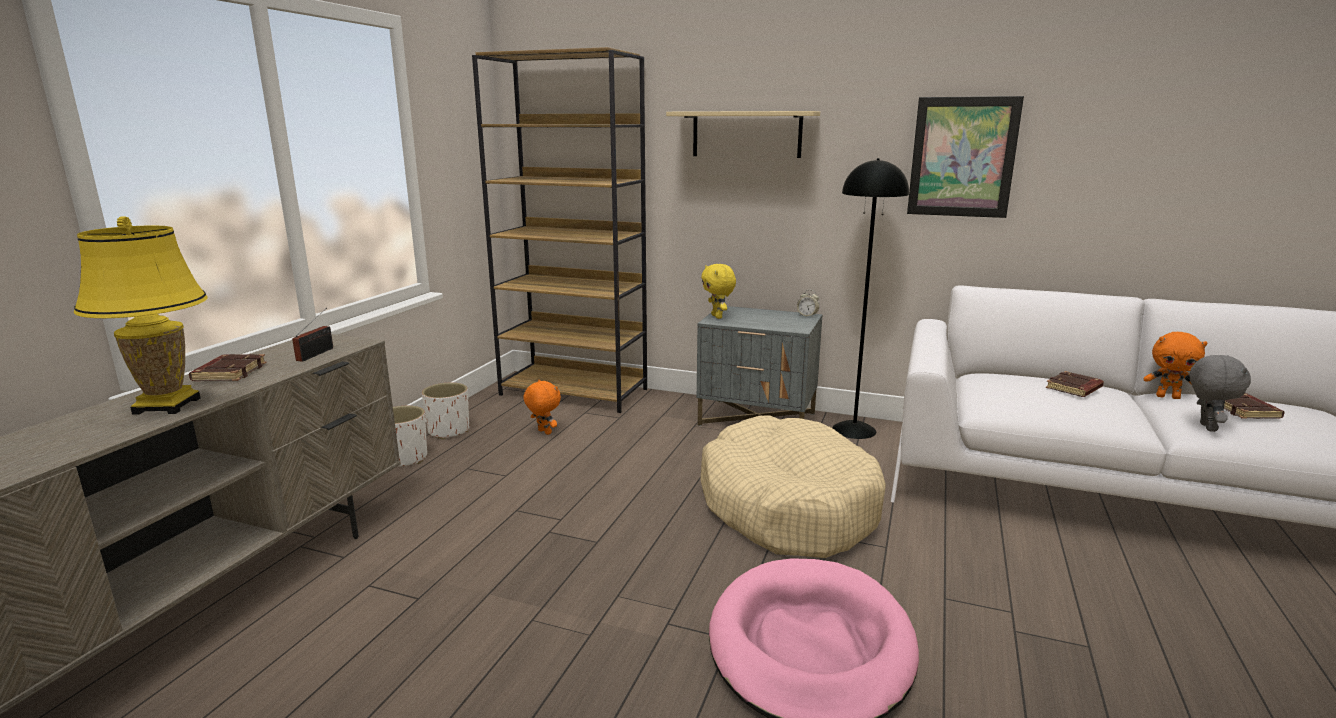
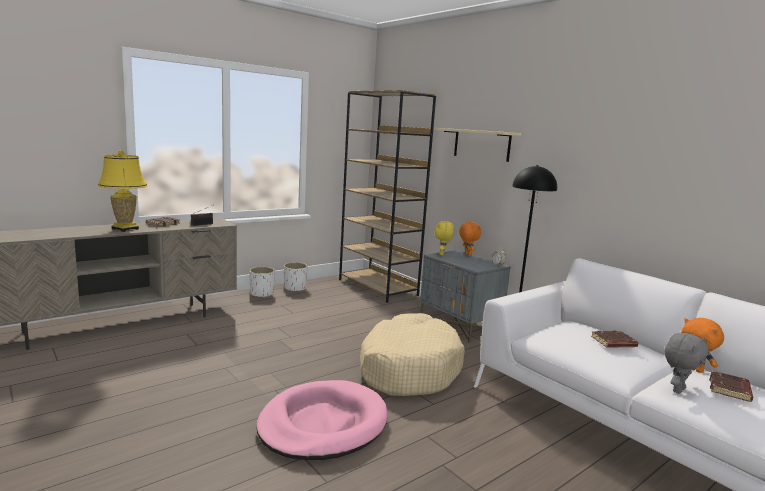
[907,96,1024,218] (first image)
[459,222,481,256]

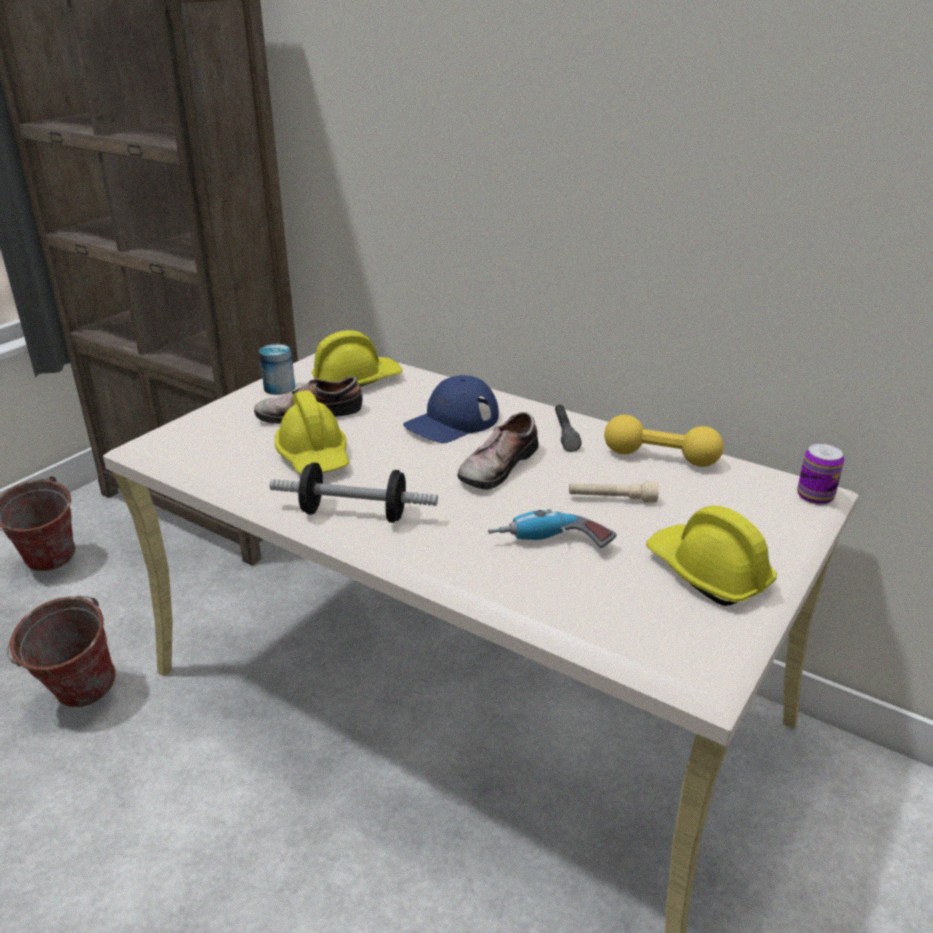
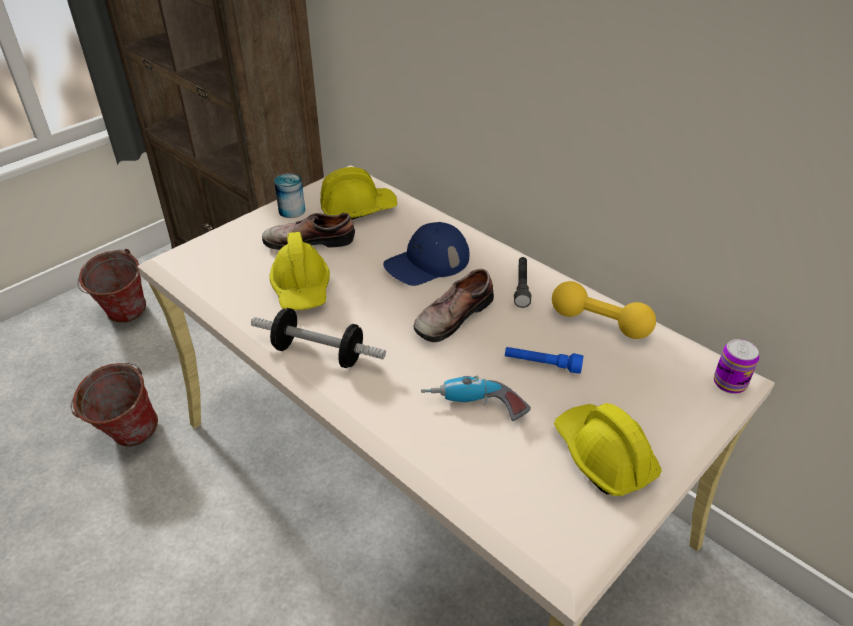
[505,347,583,374]

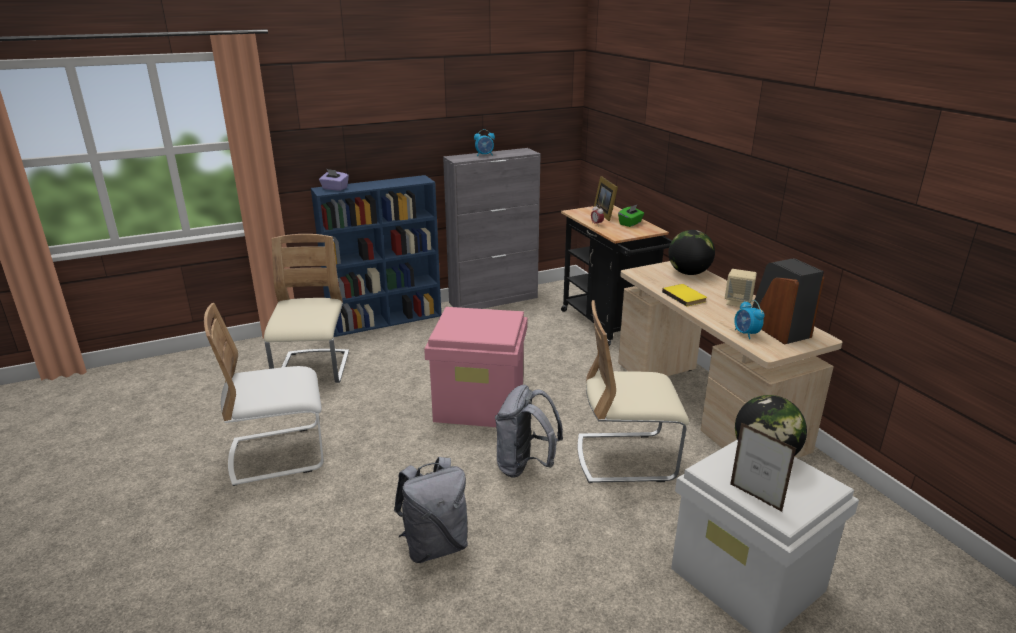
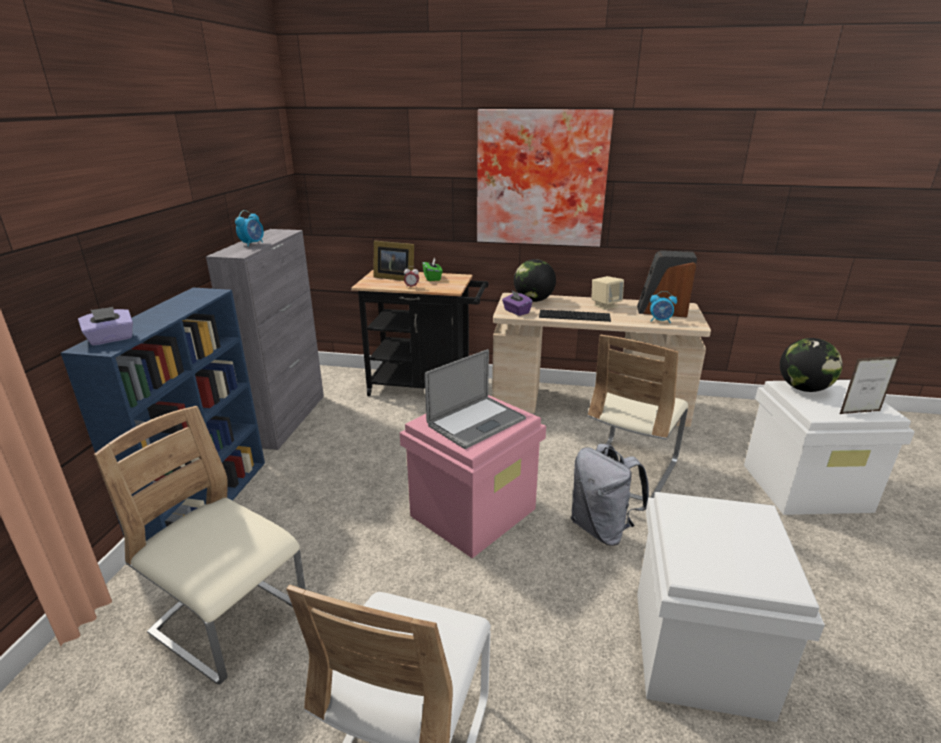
[425,349,526,449]
[477,109,614,247]
[502,291,533,316]
[637,492,825,722]
[539,310,611,322]

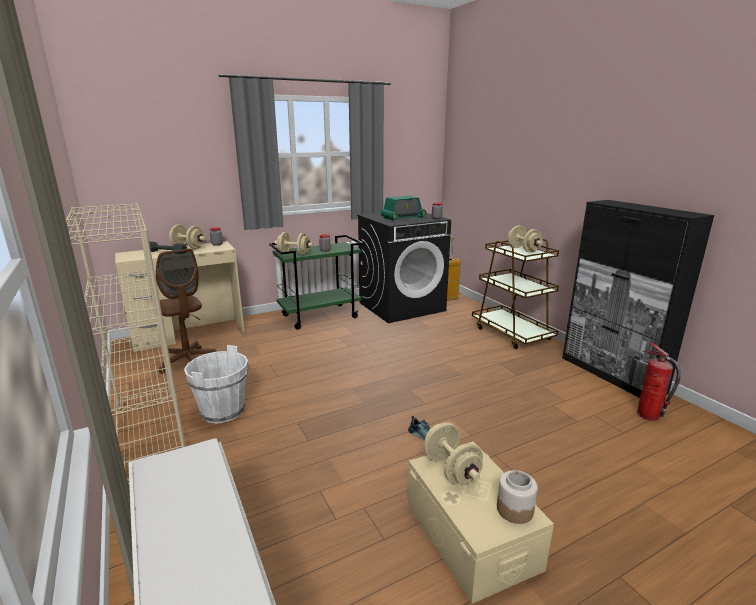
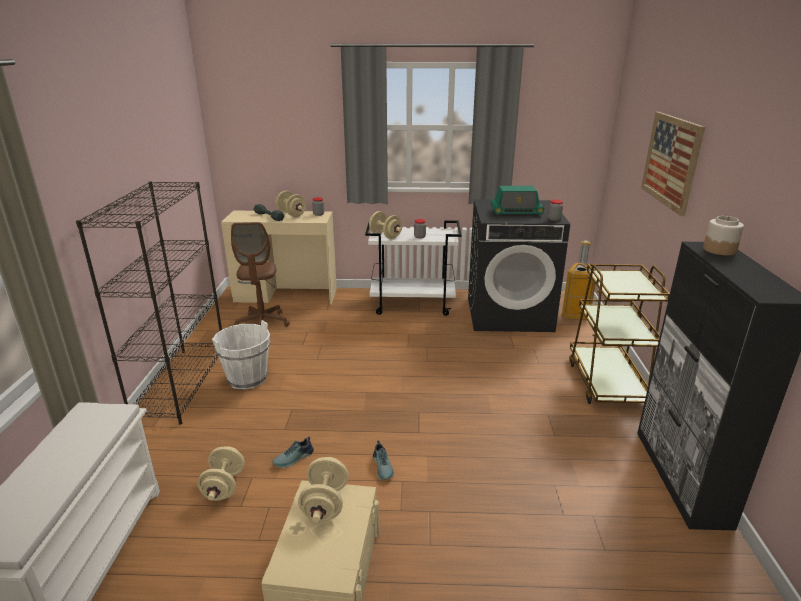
[637,343,681,421] (first image)
[273,436,314,468]
[641,112,705,216]
[703,216,744,255]
[197,446,245,501]
[76,181,222,425]
[365,220,461,316]

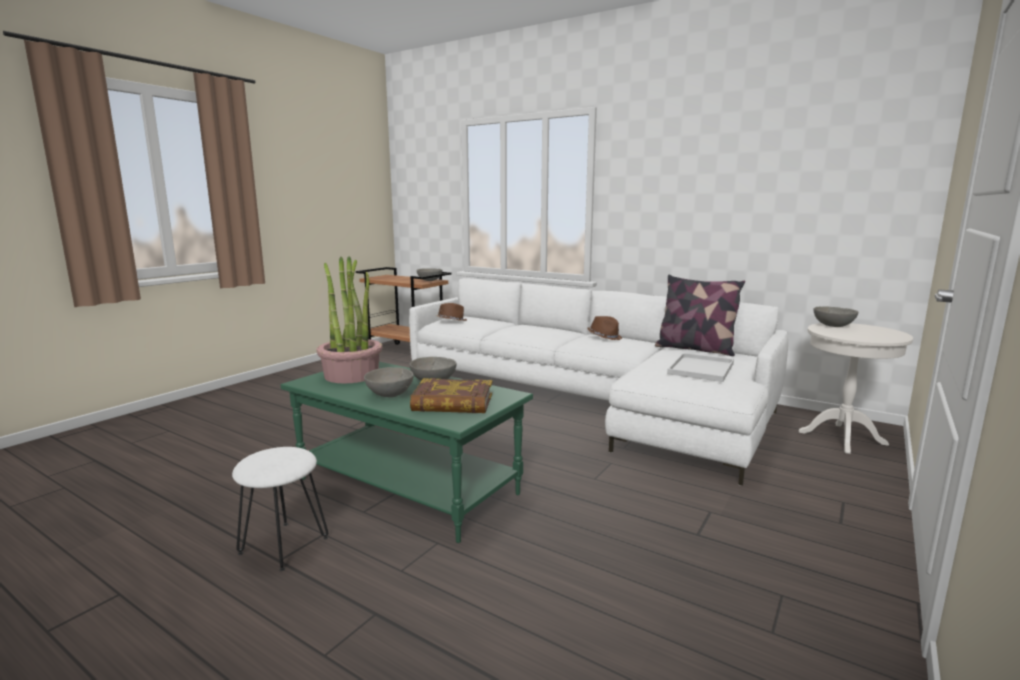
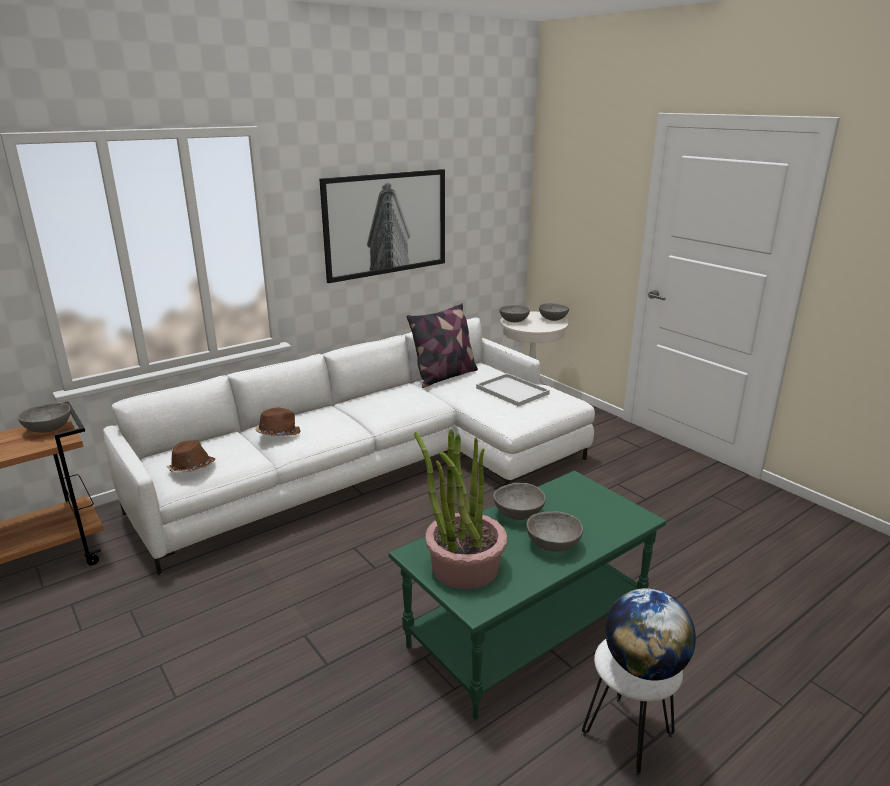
[410,378,492,413] (first image)
[319,169,445,283]
[539,303,569,321]
[605,588,696,681]
[255,408,301,436]

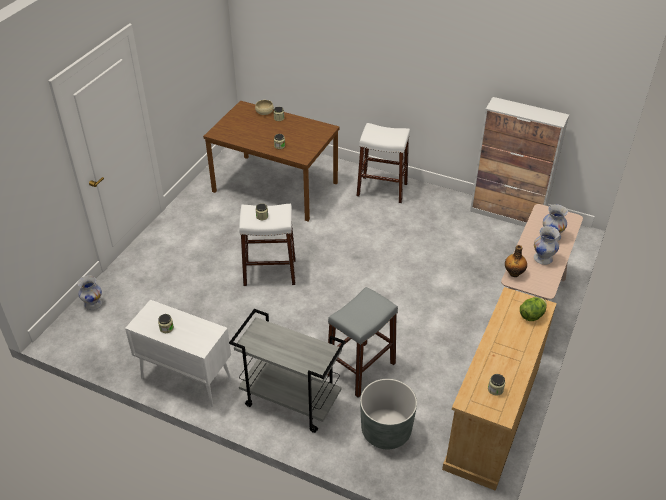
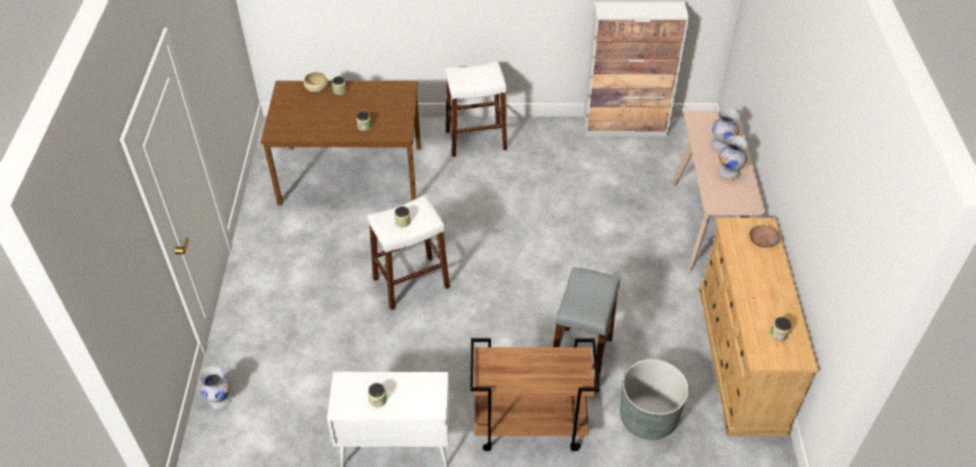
[505,245,527,277] (first image)
[749,225,780,248]
[470,338,600,451]

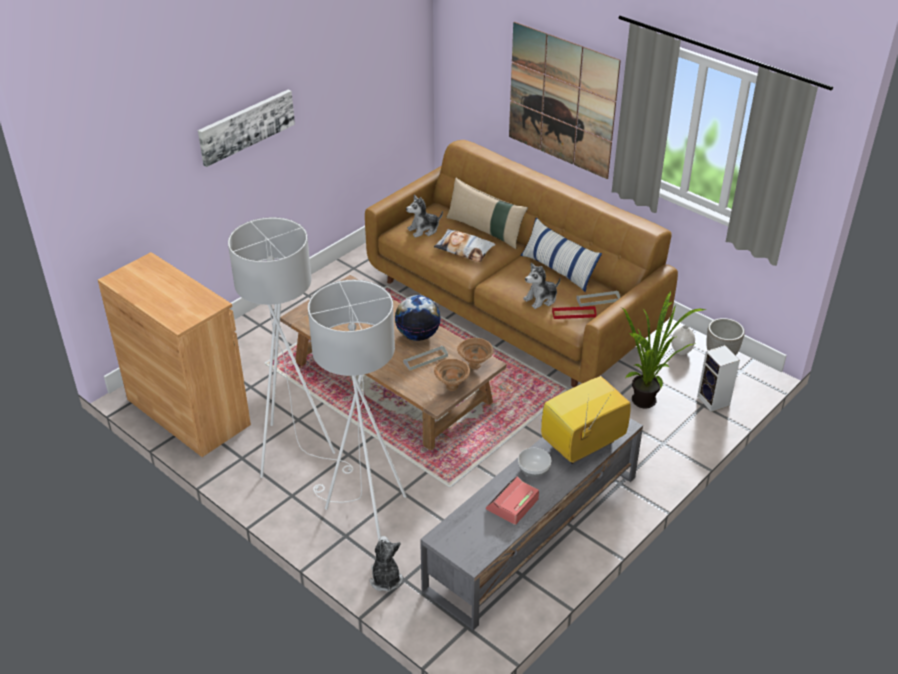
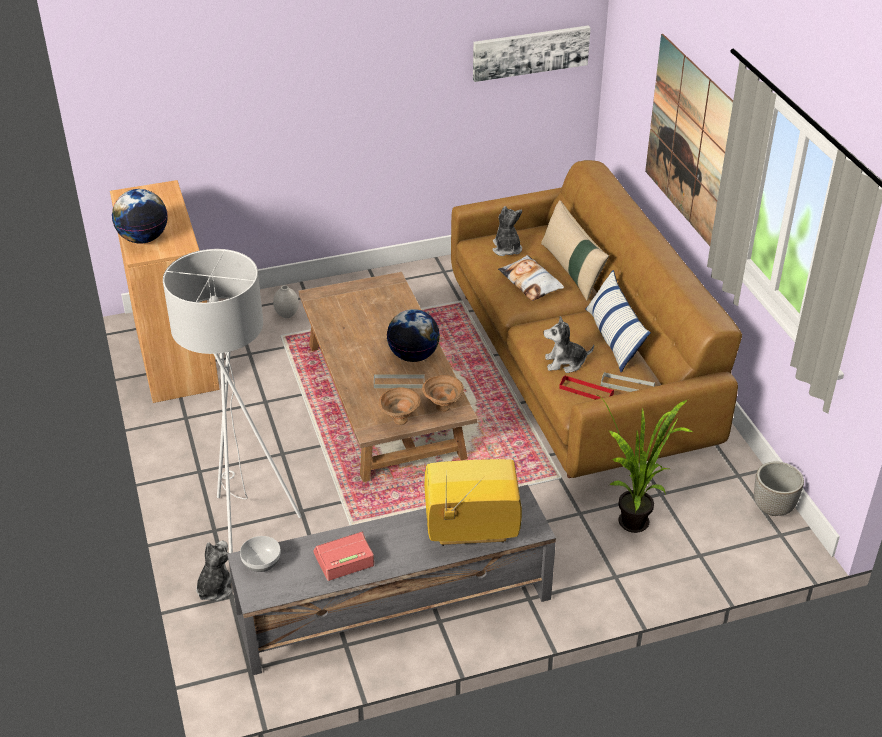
[228,217,353,478] (first image)
[697,345,740,412] (first image)
[112,189,168,244]
[473,25,591,82]
[240,536,280,572]
[273,285,299,318]
[492,206,522,256]

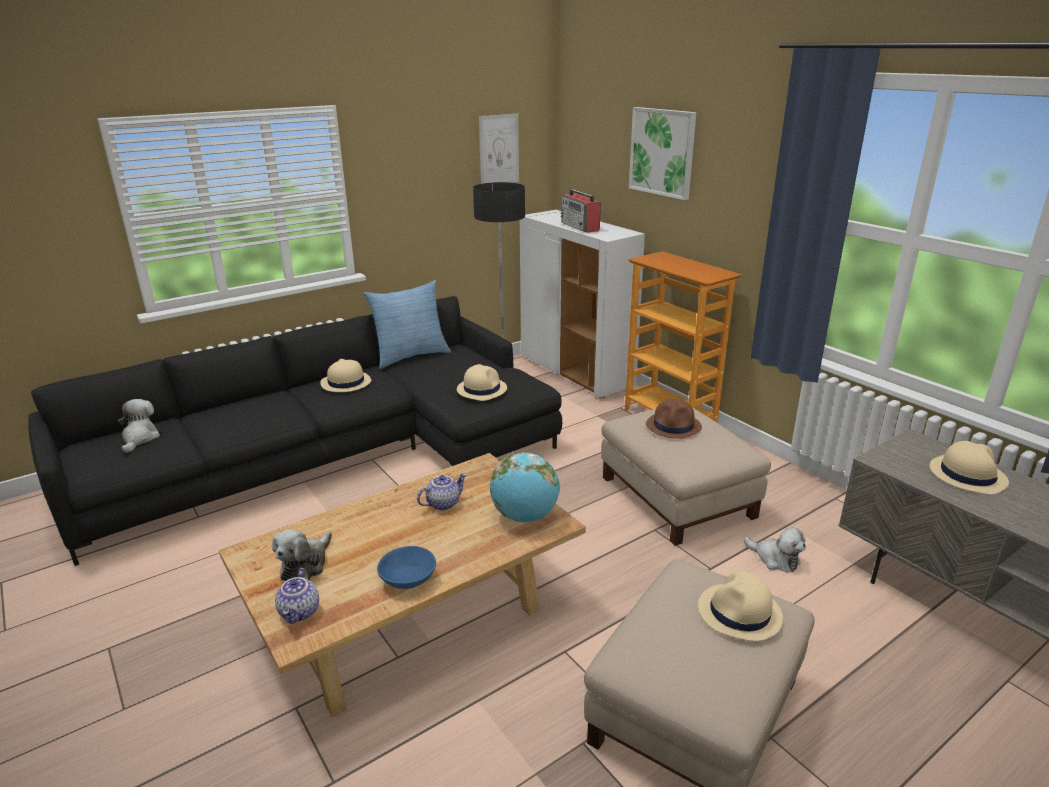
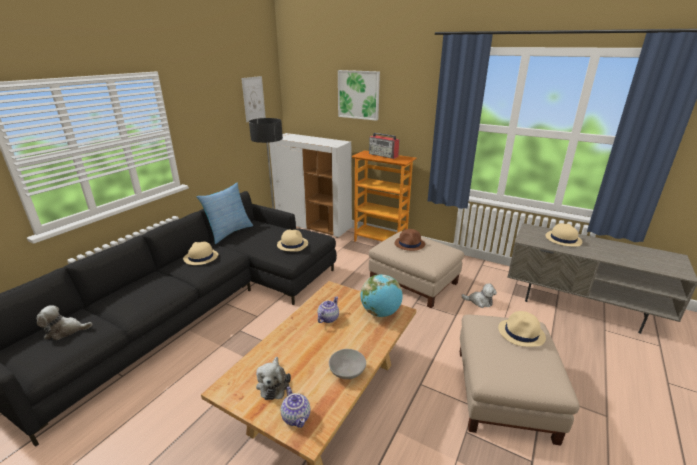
[369,133,399,159]
[329,349,366,379]
[36,305,92,340]

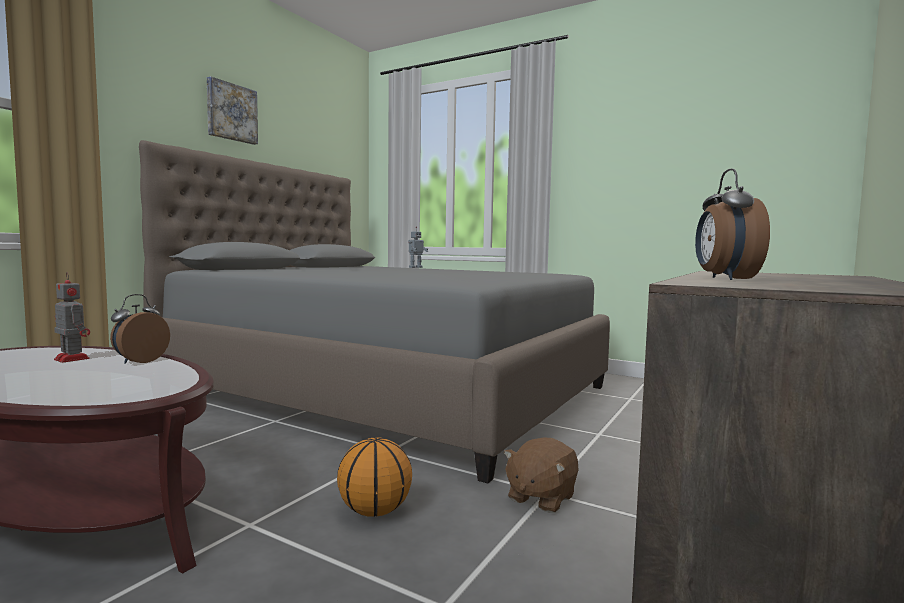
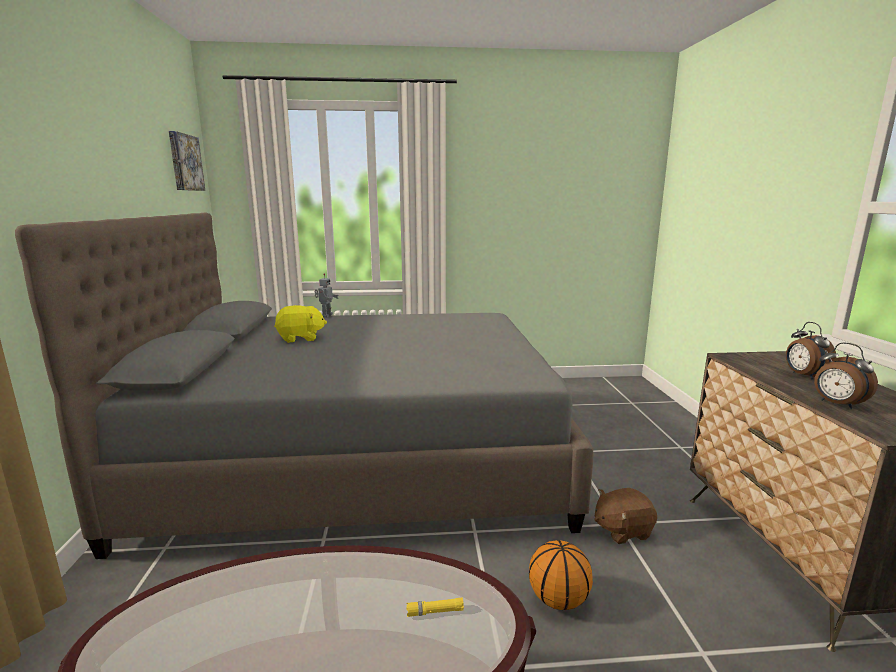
[54,272,90,363] (first image)
[274,305,327,343]
[406,598,464,617]
[786,322,837,380]
[169,131,205,191]
[594,488,657,544]

